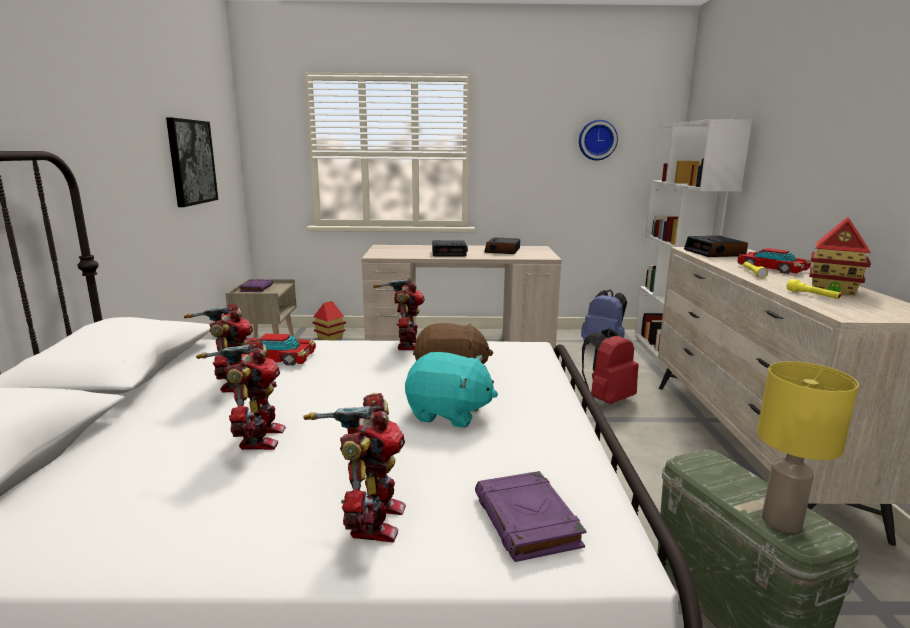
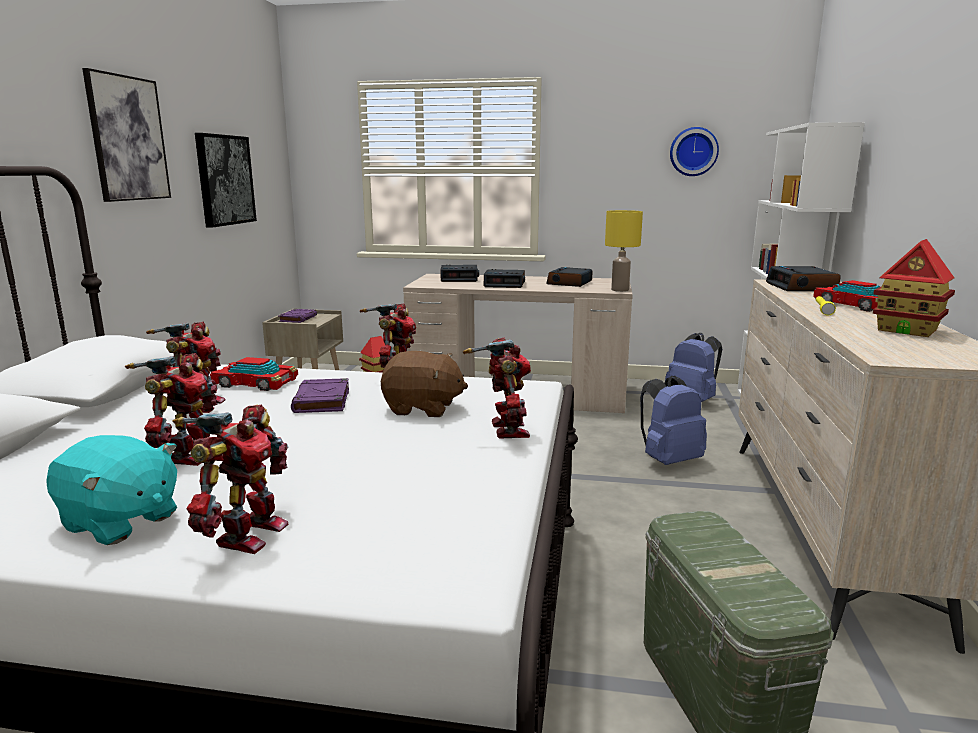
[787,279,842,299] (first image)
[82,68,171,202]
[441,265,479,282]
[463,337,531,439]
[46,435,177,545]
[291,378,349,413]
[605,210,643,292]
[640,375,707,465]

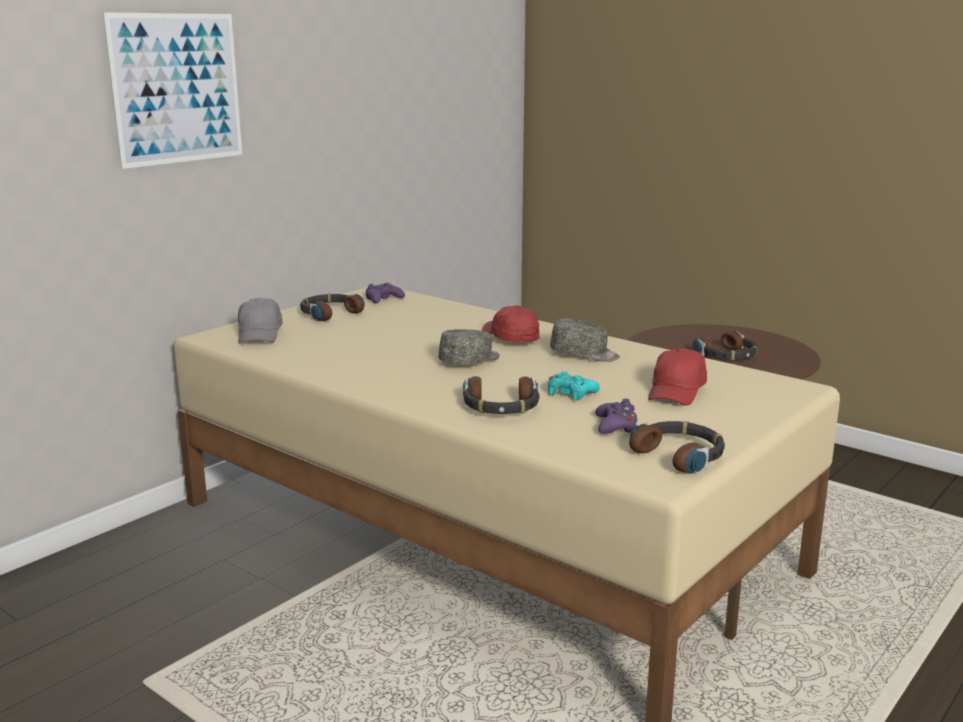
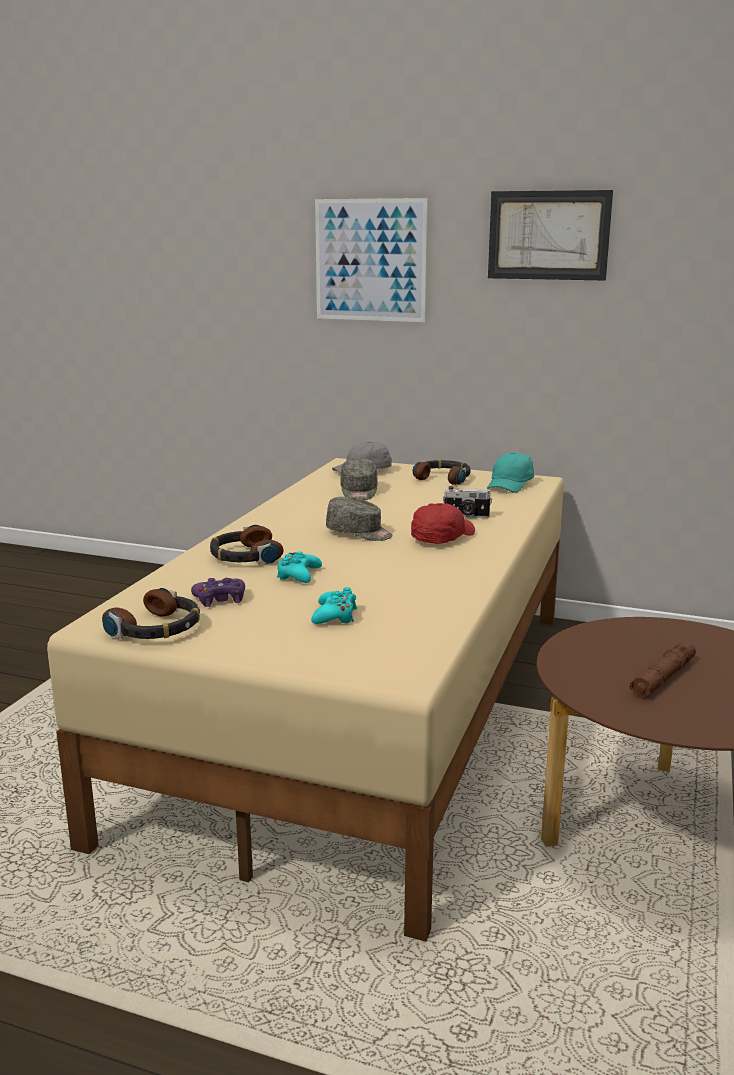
[443,486,492,518]
[488,190,613,281]
[340,458,378,500]
[487,452,534,493]
[311,587,357,624]
[630,641,696,697]

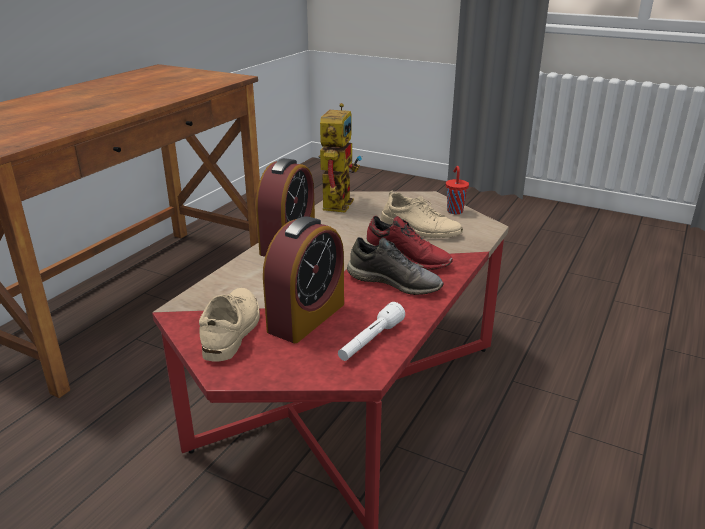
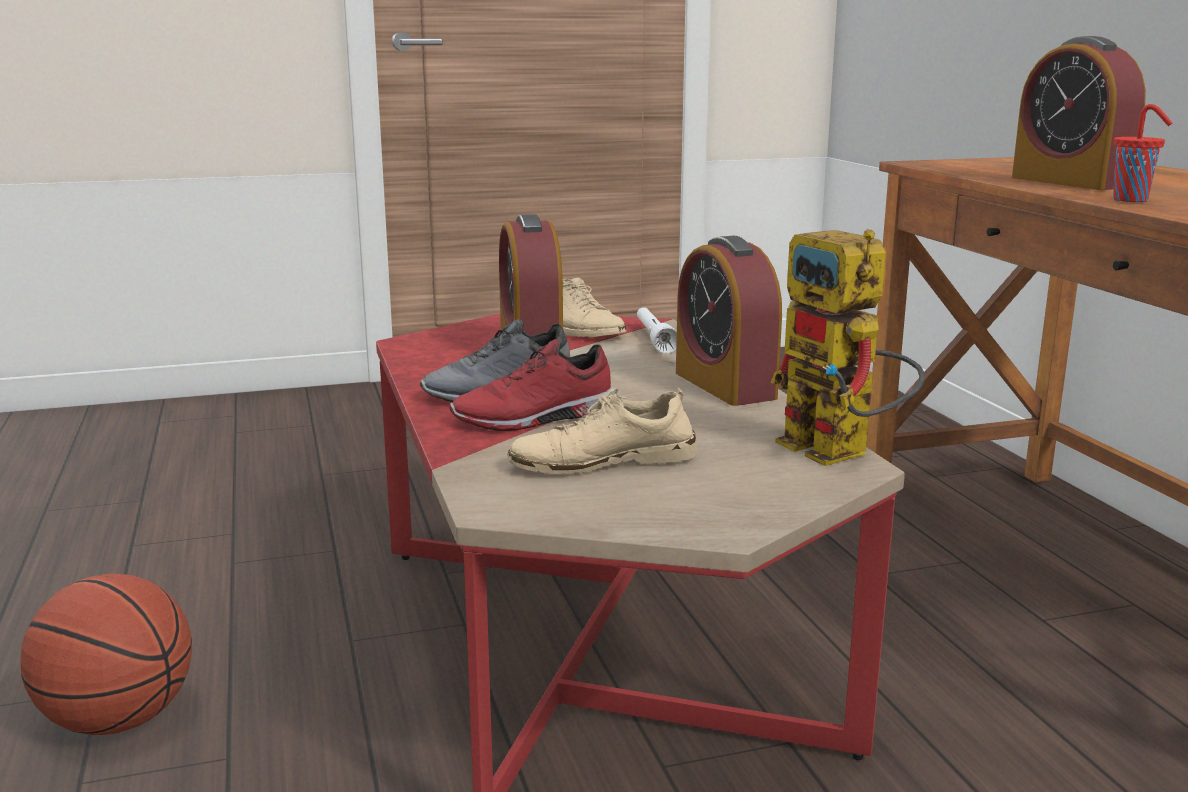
[20,573,192,735]
[1012,36,1146,190]
[637,307,677,354]
[1113,104,1172,202]

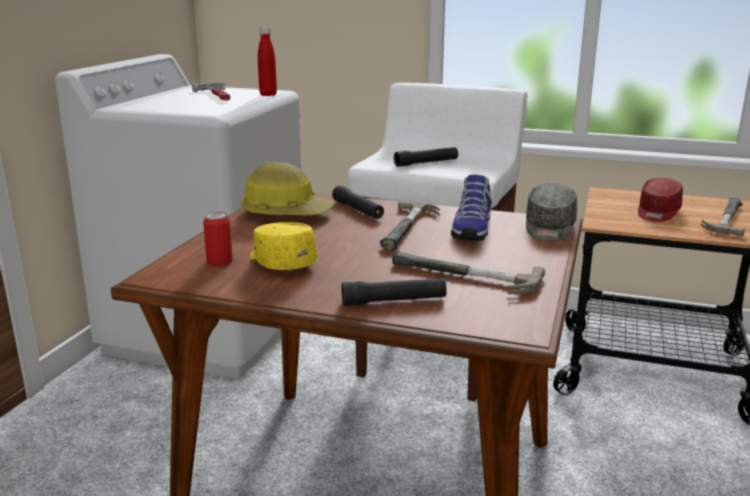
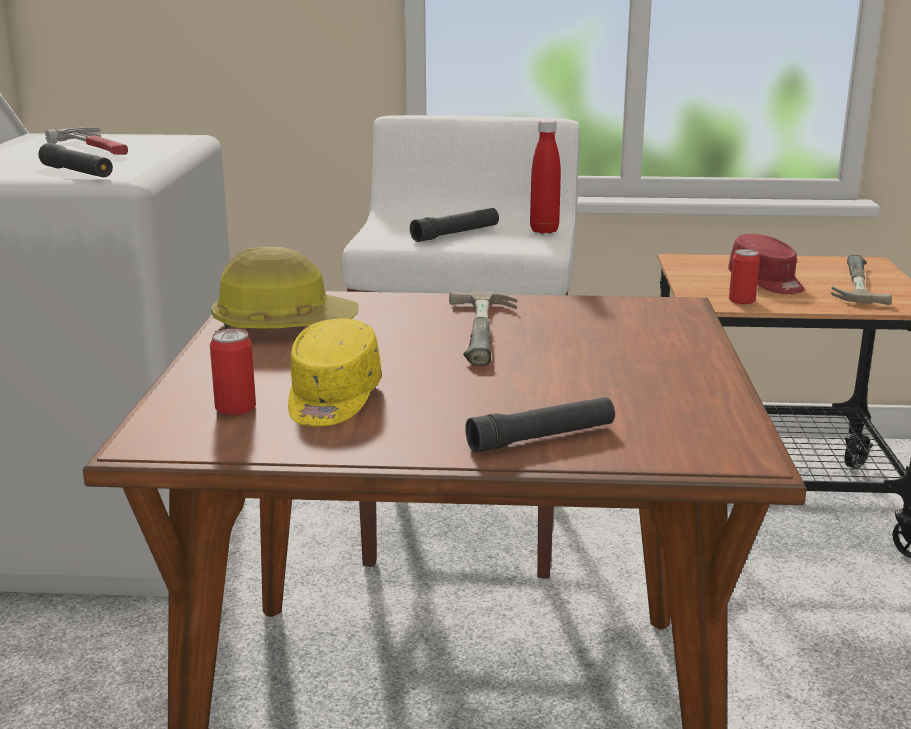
[392,251,545,294] (first image)
[451,175,492,241] (first image)
[526,183,577,241] (first image)
[729,249,760,304]
[530,120,561,234]
[38,143,113,177]
[288,319,381,426]
[728,234,804,294]

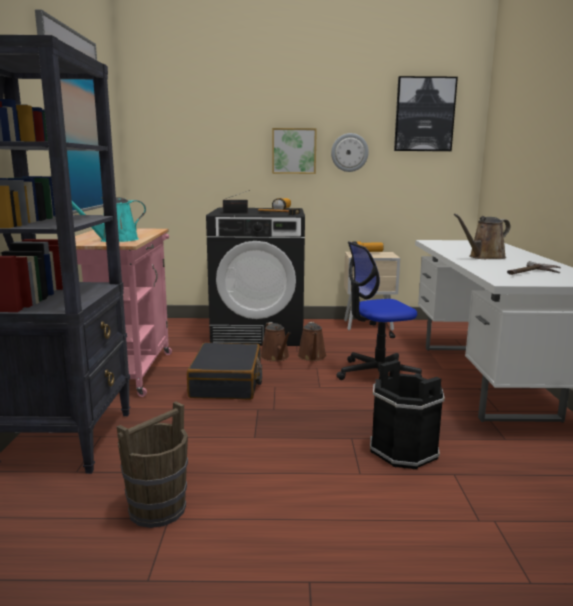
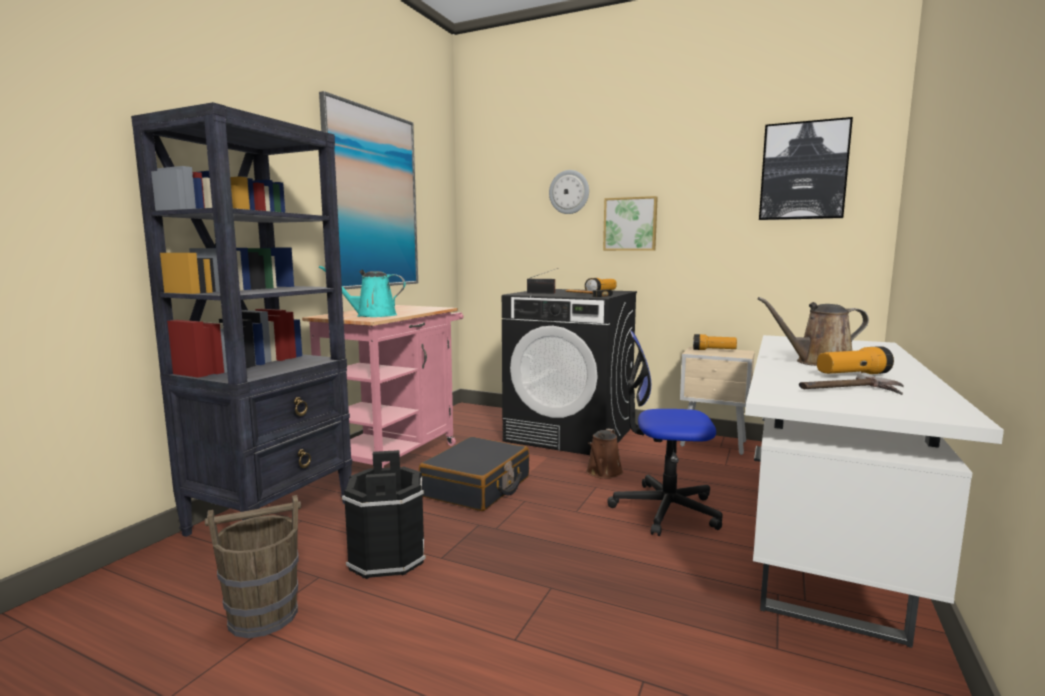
[260,322,291,362] (first image)
[817,346,894,374]
[549,170,589,214]
[342,450,426,579]

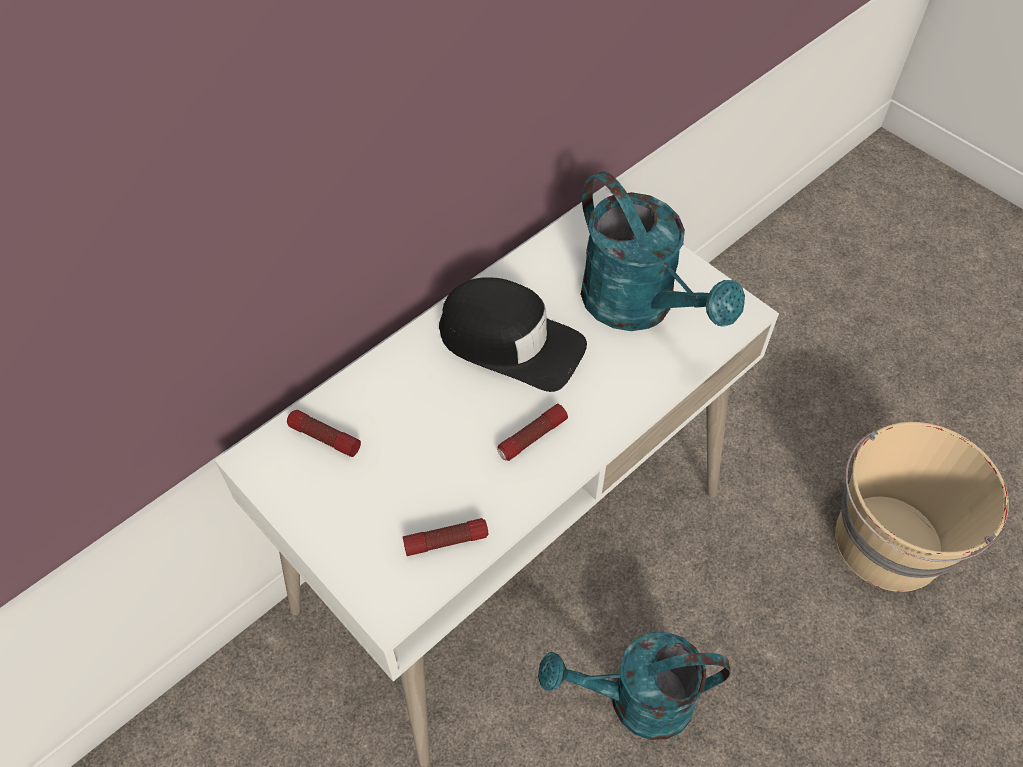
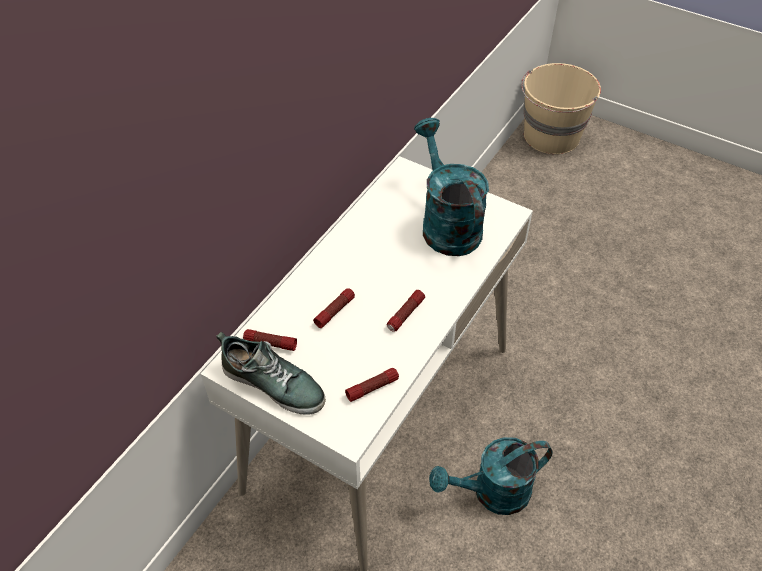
[439,277,587,392] (first image)
[216,332,326,415]
[313,288,355,328]
[521,63,601,154]
[414,118,489,256]

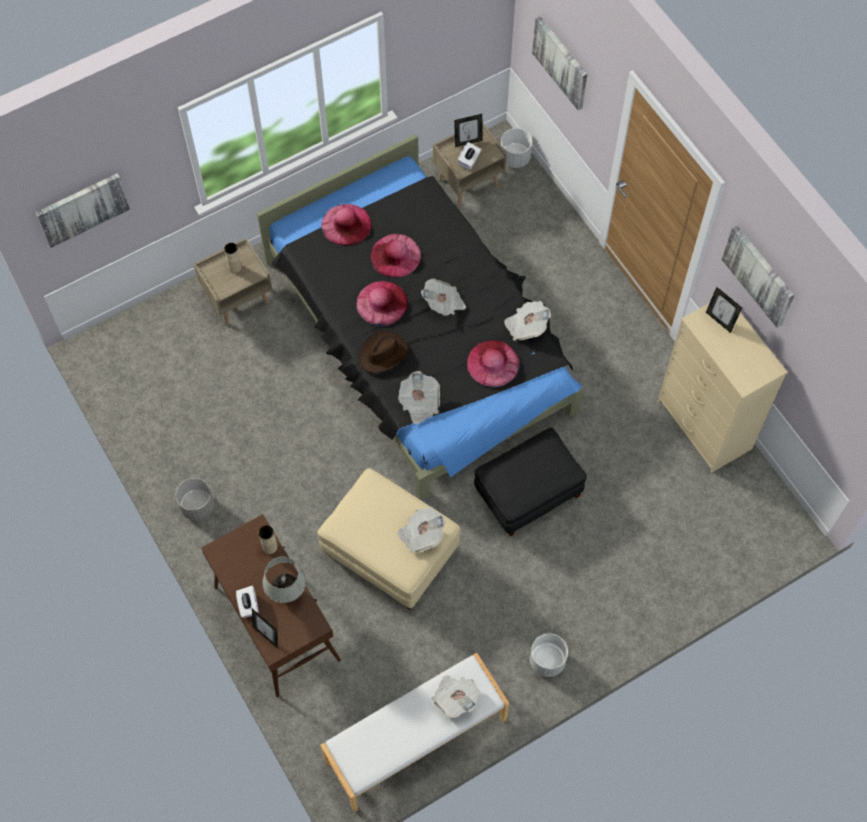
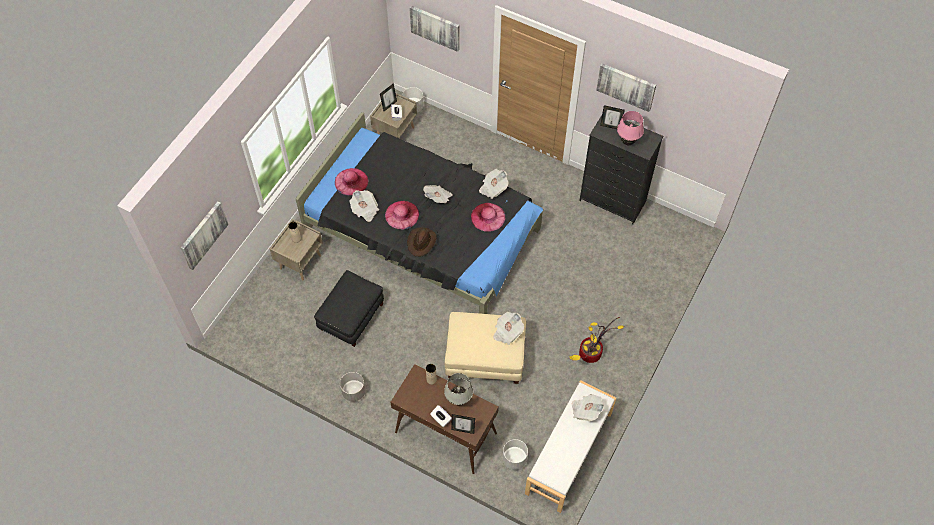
[370,234,421,278] (first image)
[569,317,624,363]
[617,111,644,145]
[349,190,379,222]
[314,270,384,347]
[503,439,528,470]
[579,115,663,224]

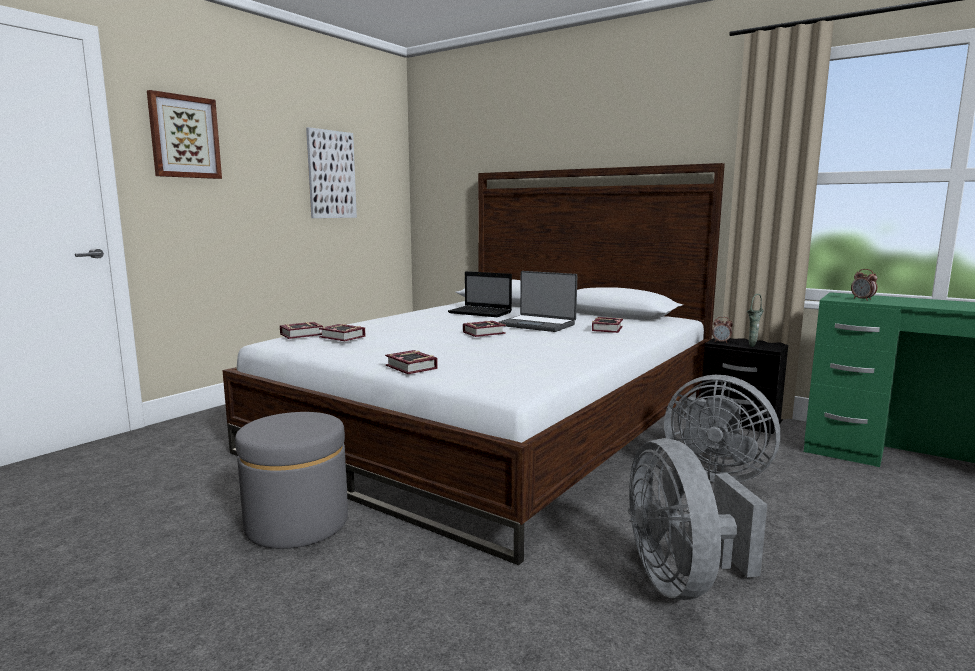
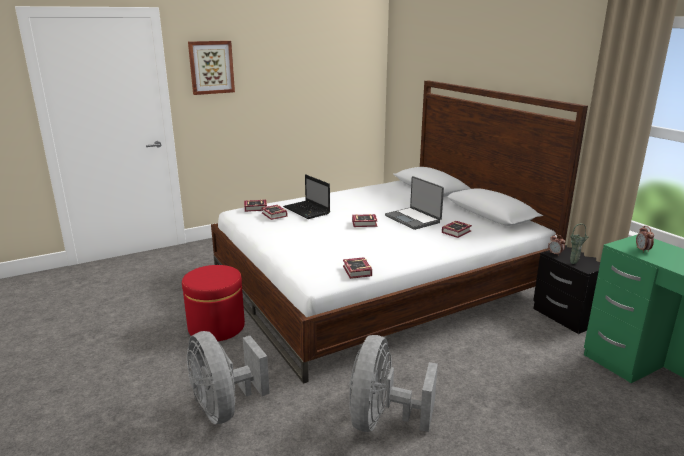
[306,127,357,218] (first image)
[343,257,372,279]
[283,174,330,219]
[187,331,270,424]
[182,265,245,341]

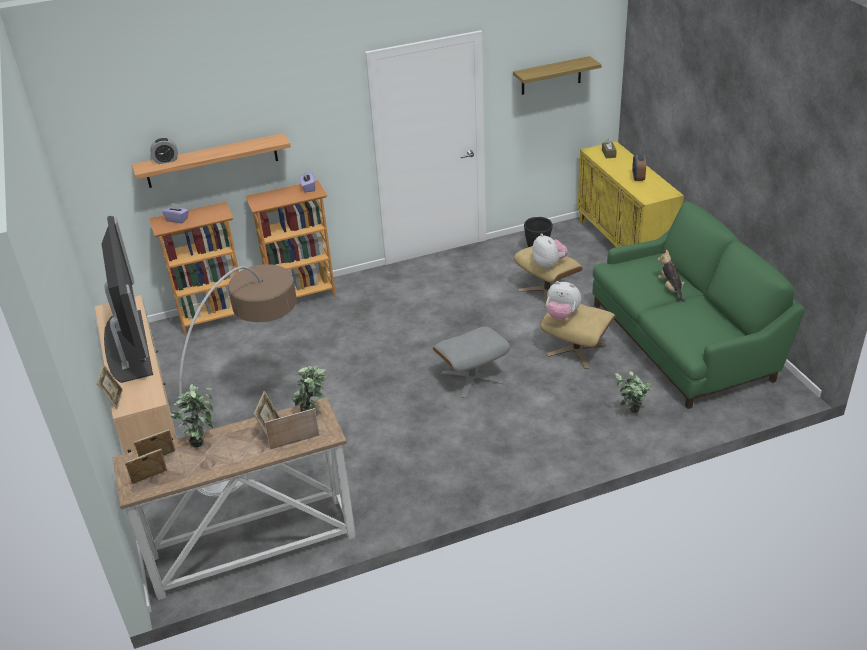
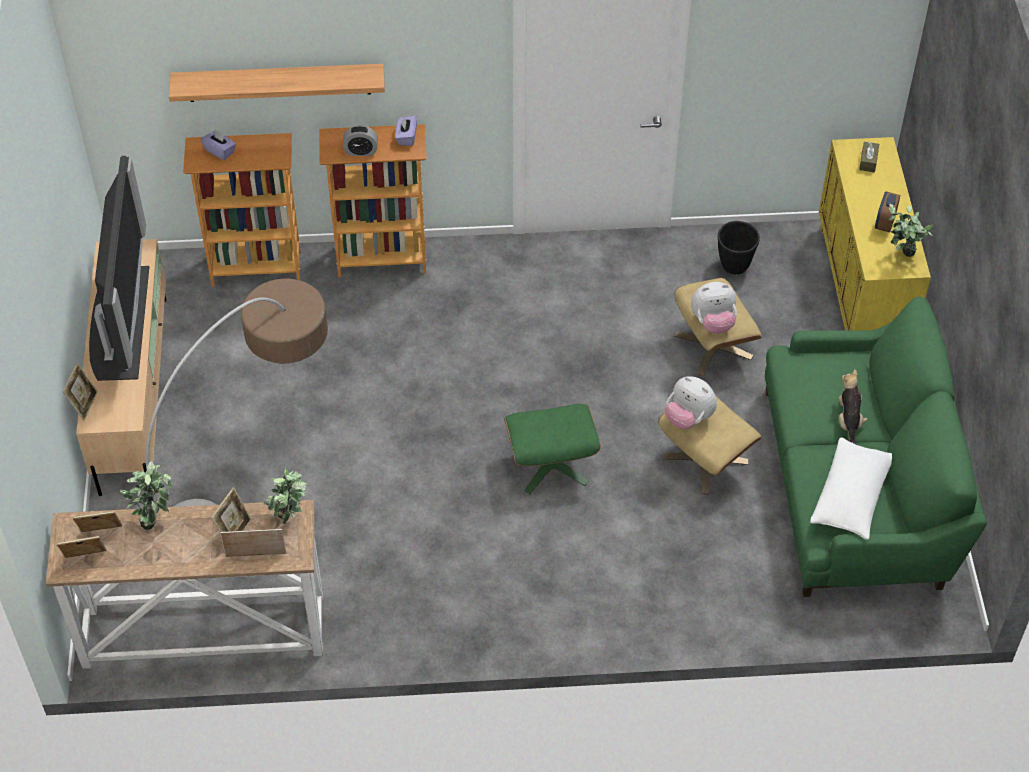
[513,56,602,95] (first image)
[810,437,892,540]
[343,125,378,156]
[889,204,933,257]
[504,404,601,494]
[691,282,737,334]

